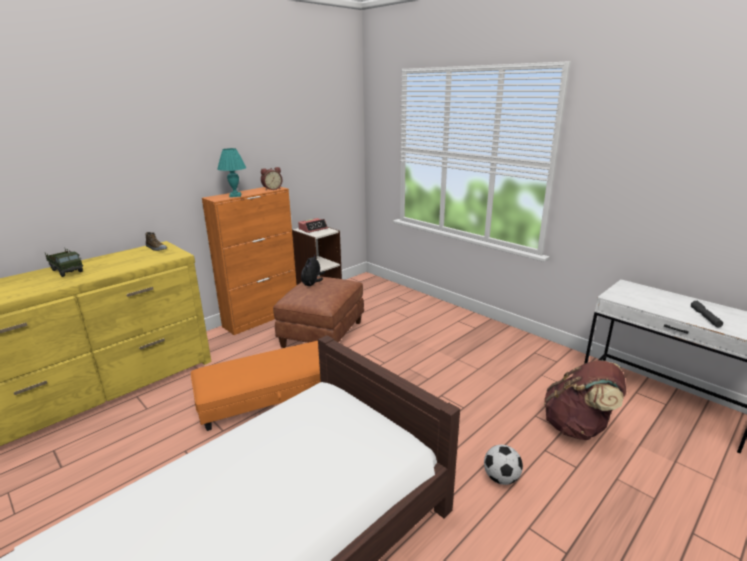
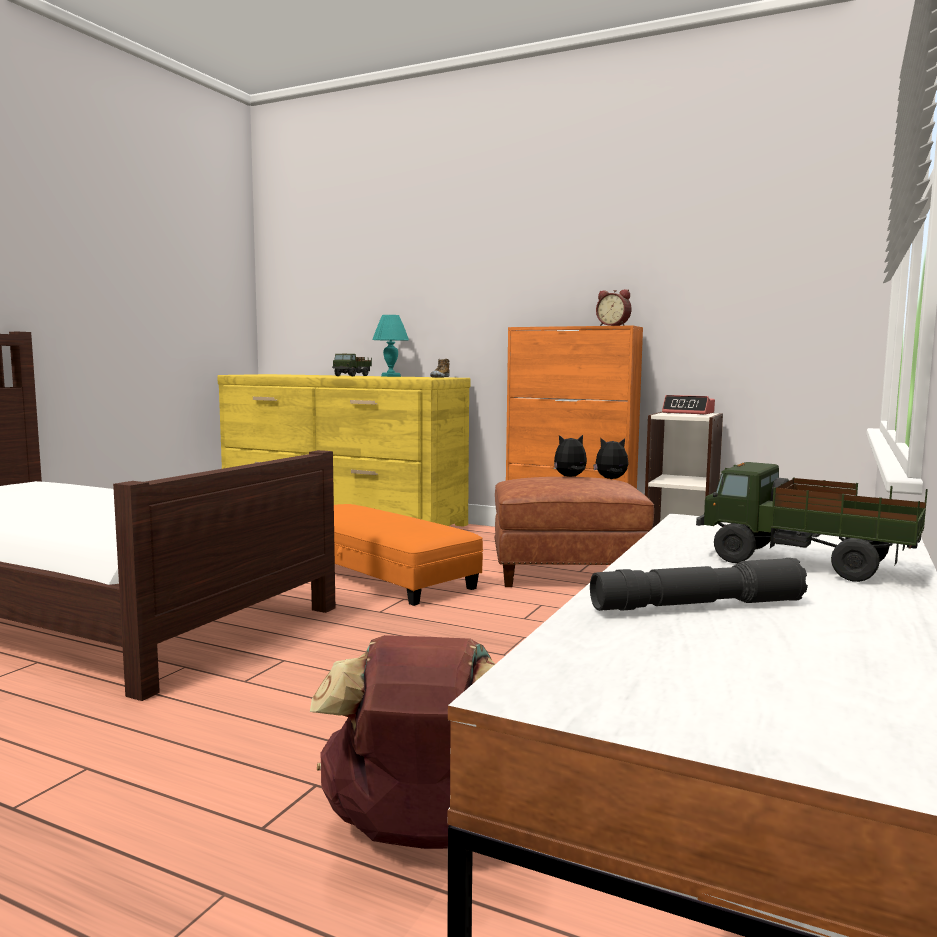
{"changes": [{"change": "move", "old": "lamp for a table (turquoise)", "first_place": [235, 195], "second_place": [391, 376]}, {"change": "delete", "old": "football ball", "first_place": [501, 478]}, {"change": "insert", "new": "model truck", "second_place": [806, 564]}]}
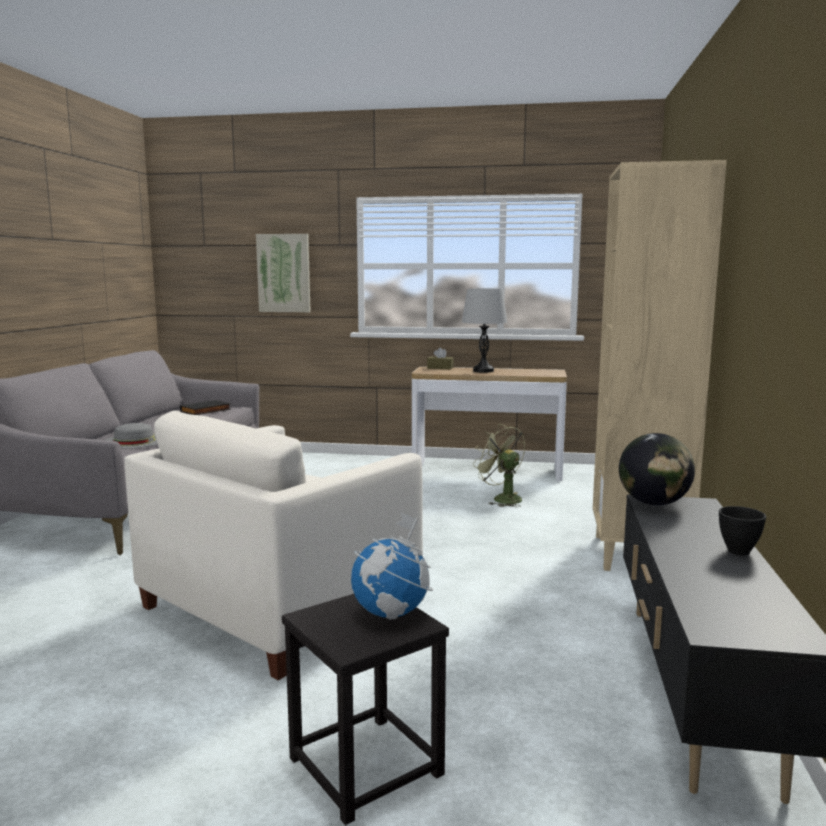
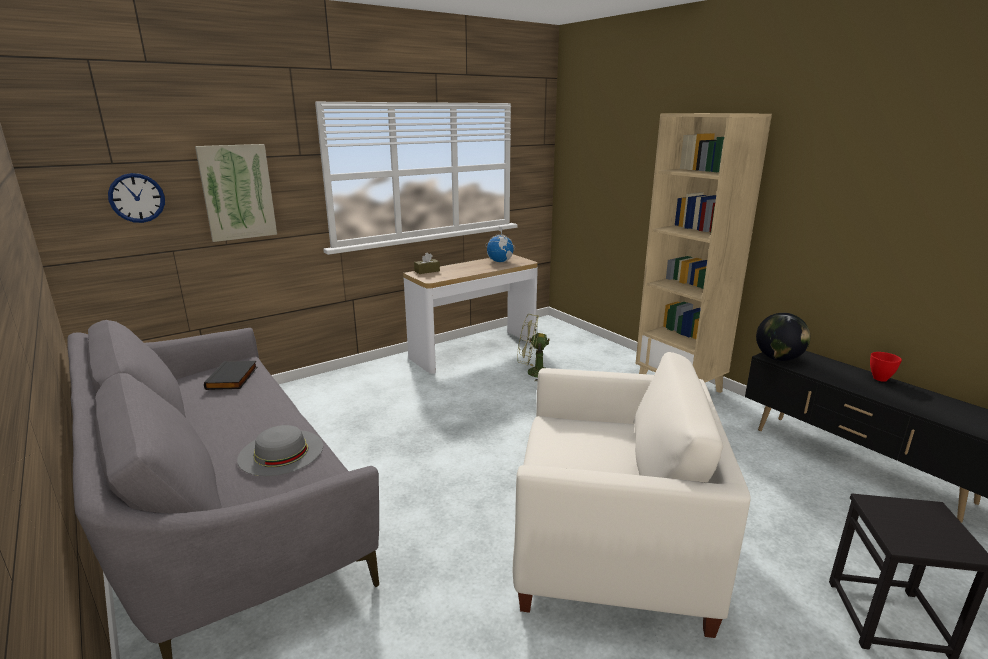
{"changes": [{"change": "rotate", "old": "easy chair (whitish)", "first_place": [280, 606], "second_place": [611, 544], "degrees": -75}, {"change": "move", "old": "desk globe", "first_place": [392, 613], "second_place": [500, 261]}, {"change": "delete", "old": "lamp for a table (grey)", "first_place": [483, 371]}, {"change": "recolor", "old": "bowl (black-coloured)", "new": "bowl (red)", "first_place": [737, 551], "second_place": [879, 379]}, {"change": "insert", "new": "hanging clock", "second_place": [137, 198]}]}
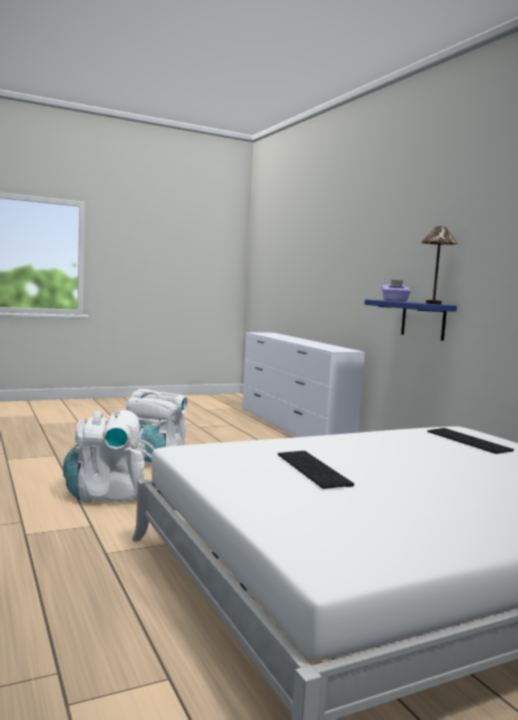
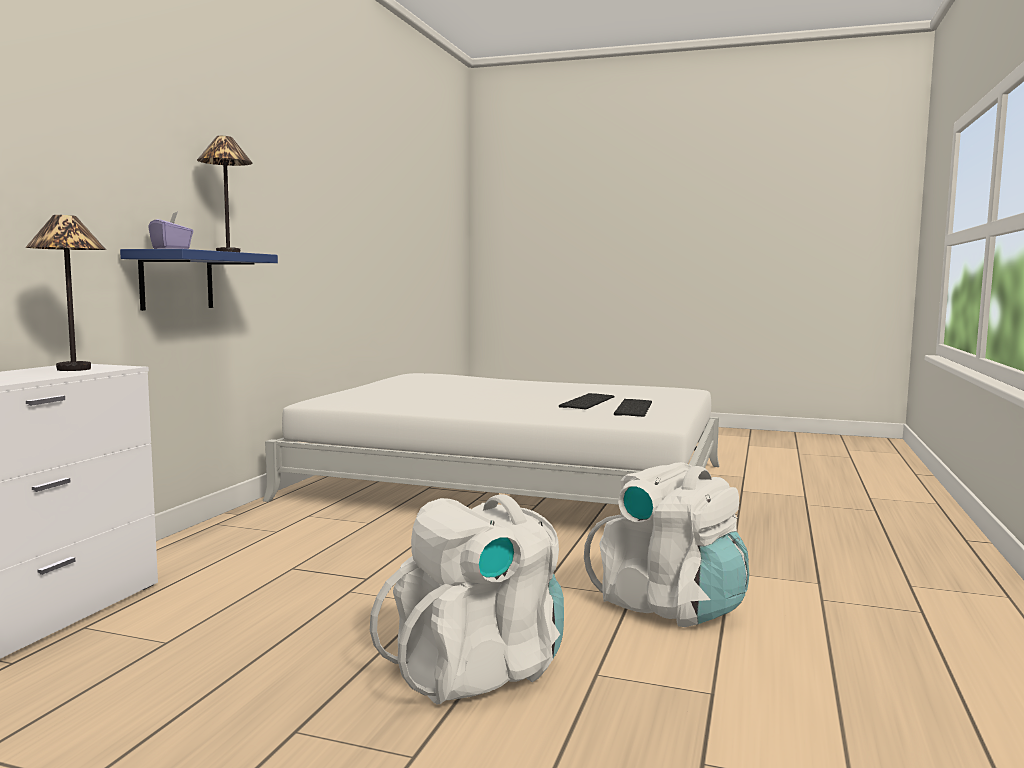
{"changes": [{"change": "move", "old": "PC keyboard", "first_place": [470, 441], "second_place": [632, 408]}, {"change": "insert", "new": "lamp for a table", "second_place": [73, 369]}]}
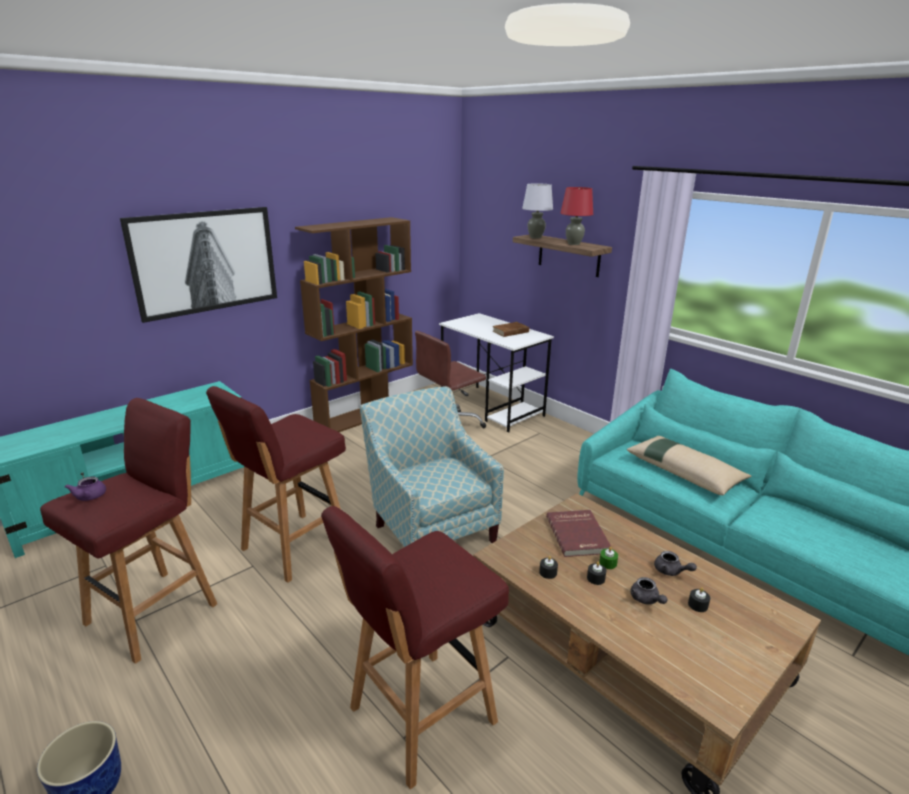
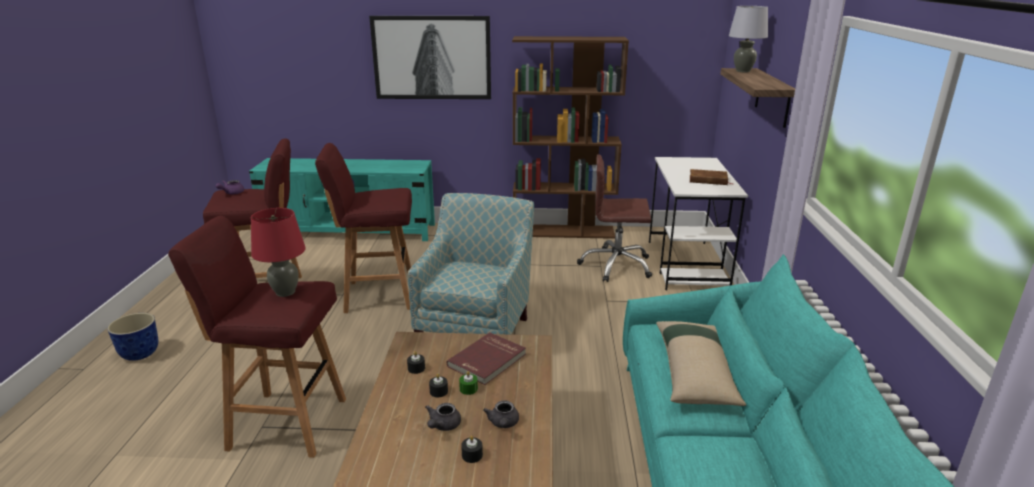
{"changes": [{"change": "move", "old": "lamp for a table (red)", "first_place": [574, 244], "second_place": [285, 292]}]}
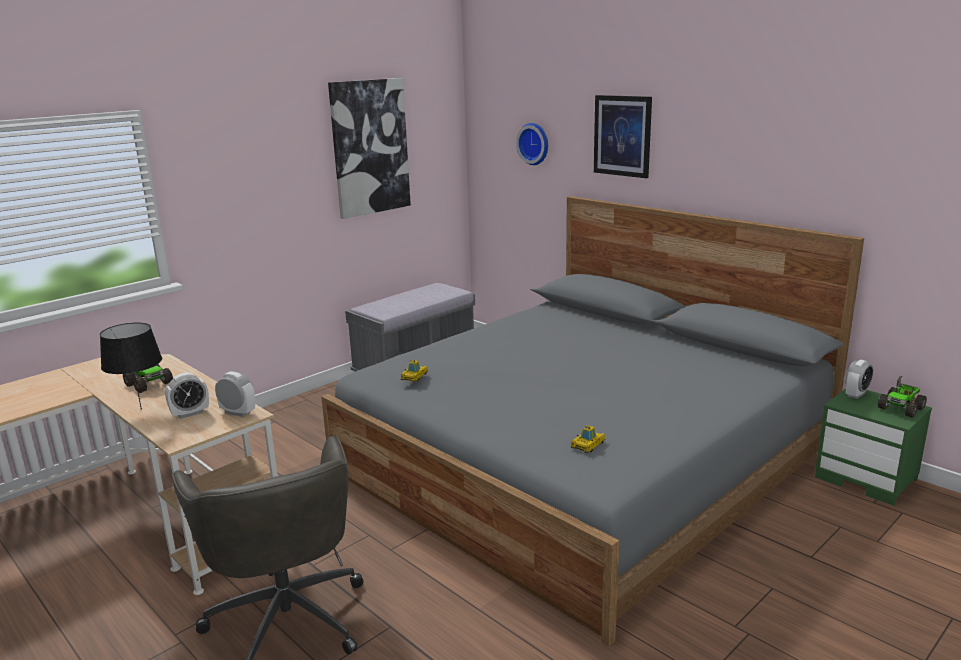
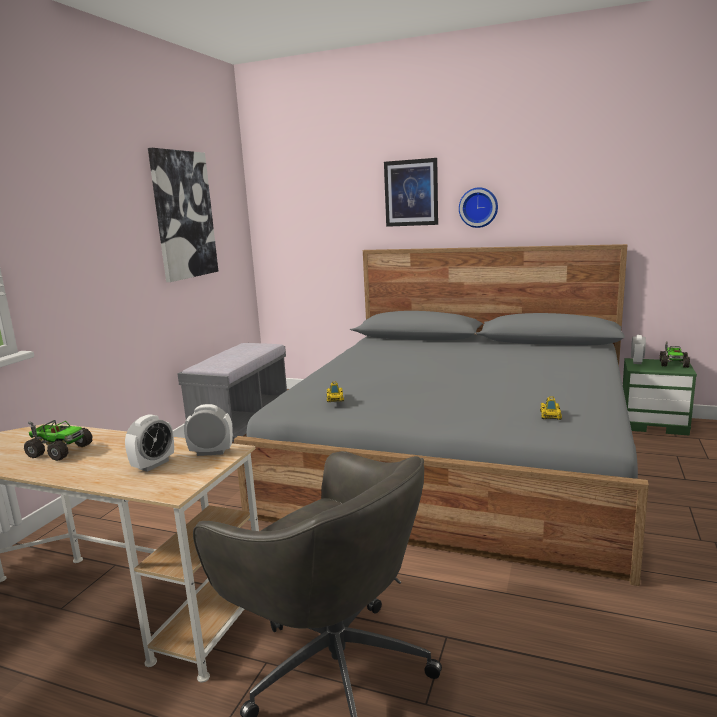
{"changes": [{"change": "delete", "old": "lamp for a table (black-coloured)", "first_place": [141, 409]}, {"change": "move", "old": "hanging clock", "first_place": [535, 143], "second_place": [478, 207]}]}
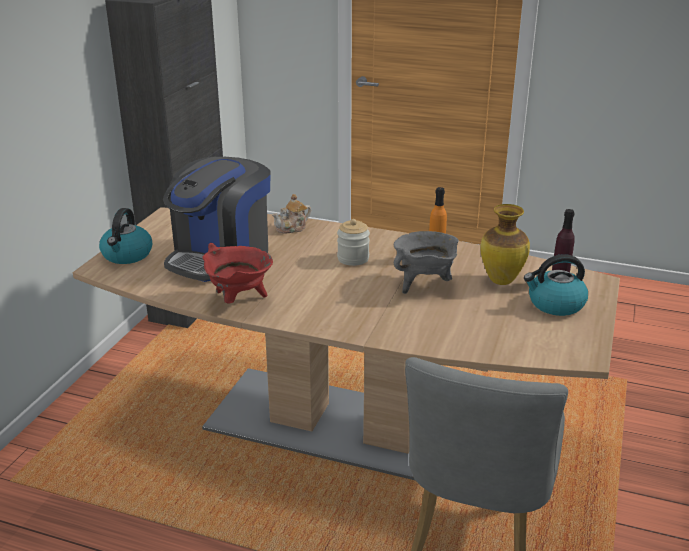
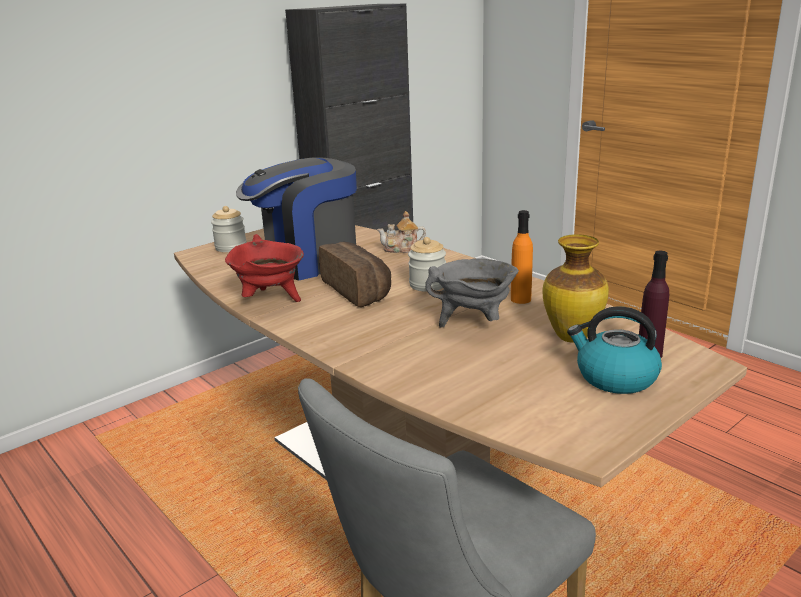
{"changes": [{"change": "replace", "old": "tea kettle", "new": "jar", "first_place": [127, 255], "second_place": [231, 247]}, {"change": "insert", "new": "bakery bread", "second_place": [359, 290]}]}
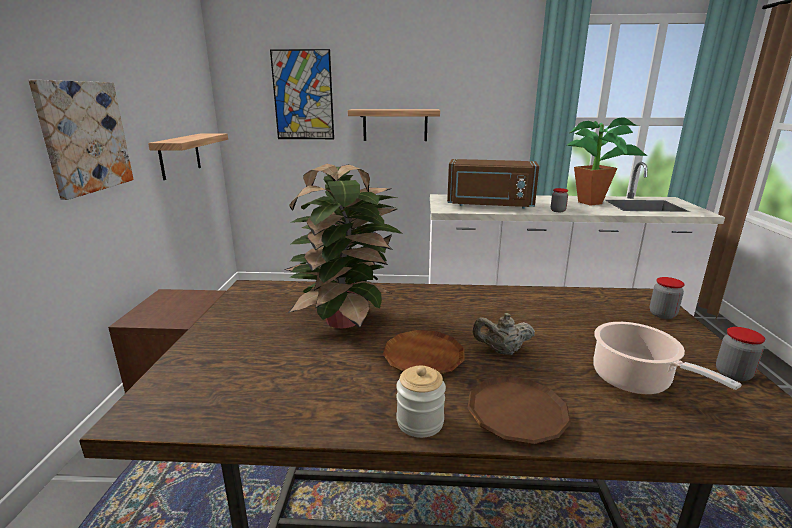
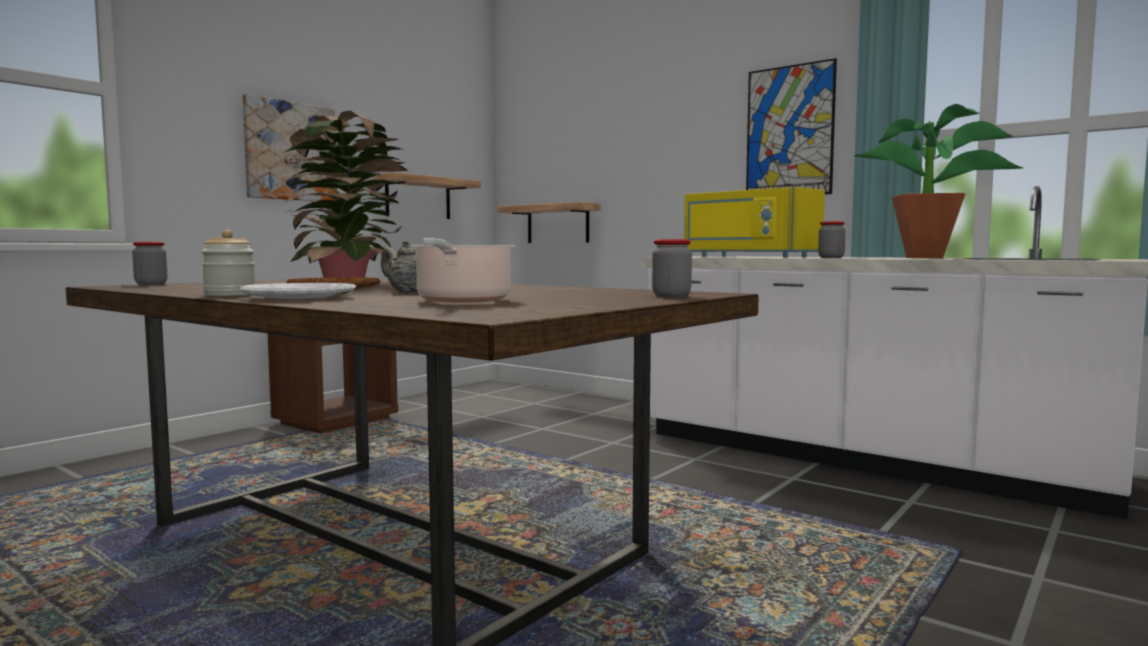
{"changes": [{"change": "move", "old": "picture", "first_place": [303, 95], "second_place": [789, 131]}, {"change": "move", "old": "wall shelf", "first_place": [395, 125], "second_place": [558, 224]}, {"change": "recolor", "old": "microwave (brown-coloured)", "new": "microwave (yellowish)", "first_place": [490, 205], "second_place": [746, 257]}, {"change": "recolor", "old": "dinner plate (brown-coloured)", "new": "dinner plate (whitish)", "first_place": [516, 414], "second_place": [300, 298]}, {"change": "move", "old": "jar", "first_place": [733, 374], "second_place": [151, 284]}]}
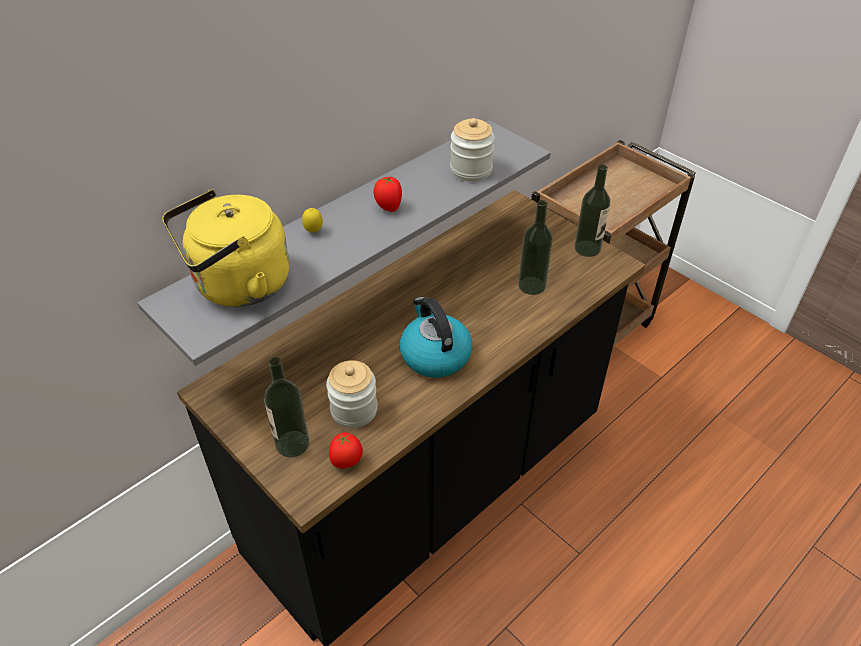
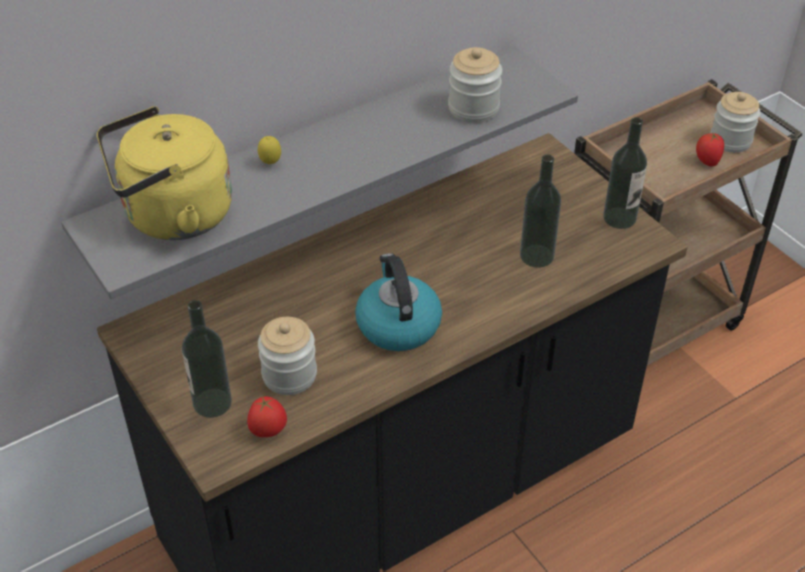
{"changes": [{"change": "move", "old": "whole tomato", "first_place": [388, 207], "second_place": [706, 162]}, {"change": "insert", "new": "jar", "second_place": [730, 140]}]}
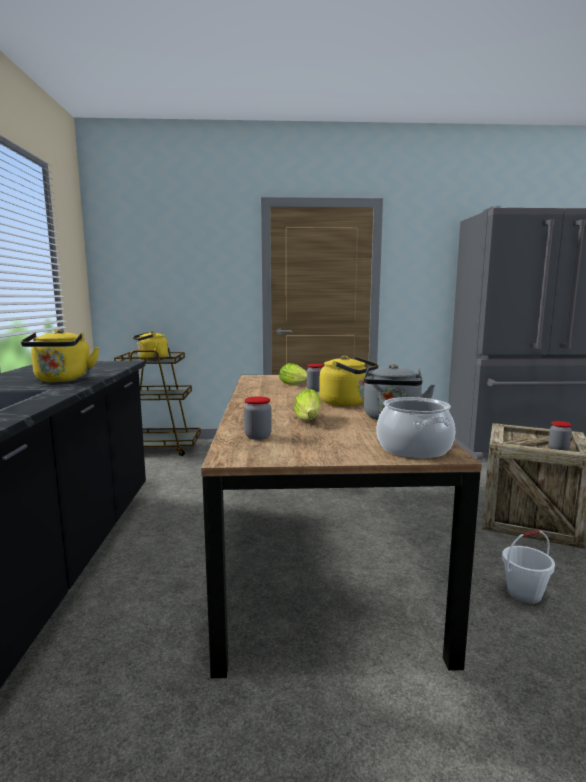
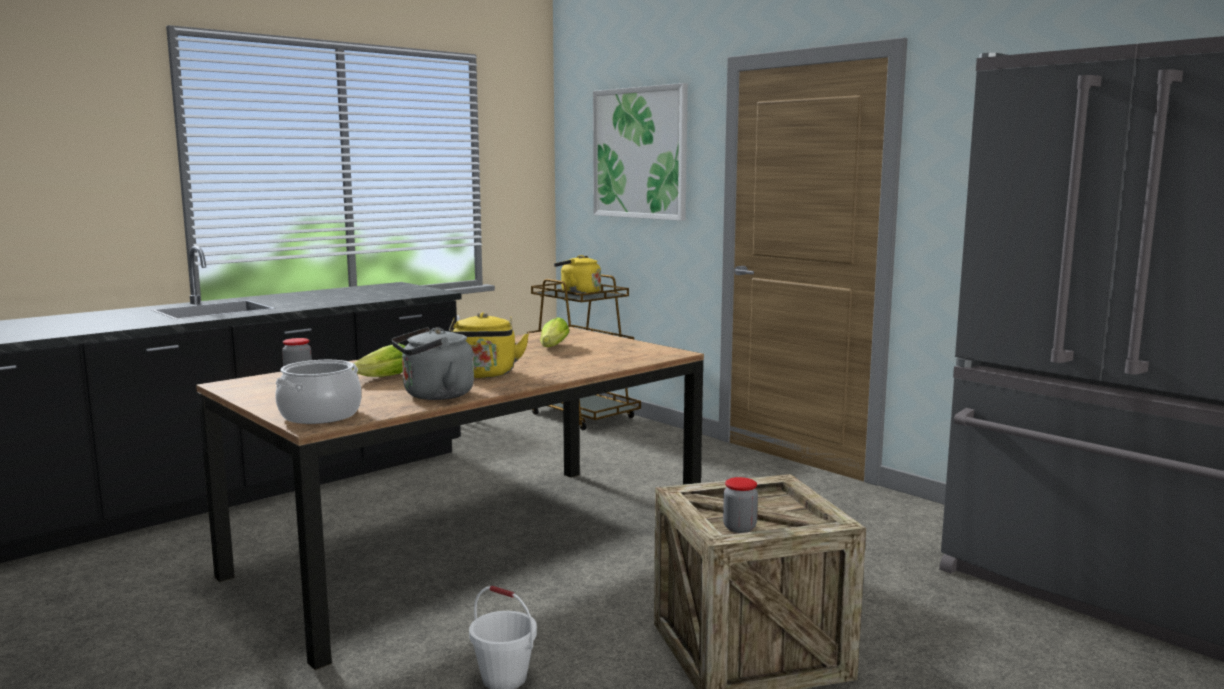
{"changes": [{"change": "delete", "old": "tea kettle (yellowish)", "first_place": [62, 380]}, {"change": "delete", "old": "jar", "first_place": [315, 390]}, {"change": "insert", "new": "picture", "second_place": [640, 153]}]}
